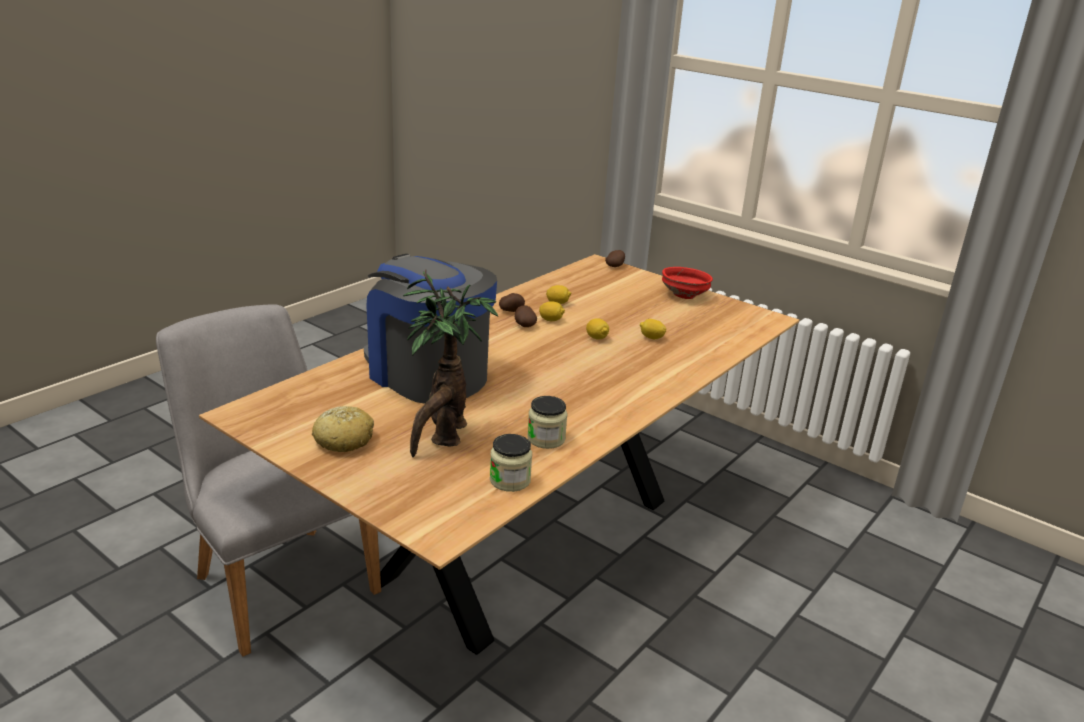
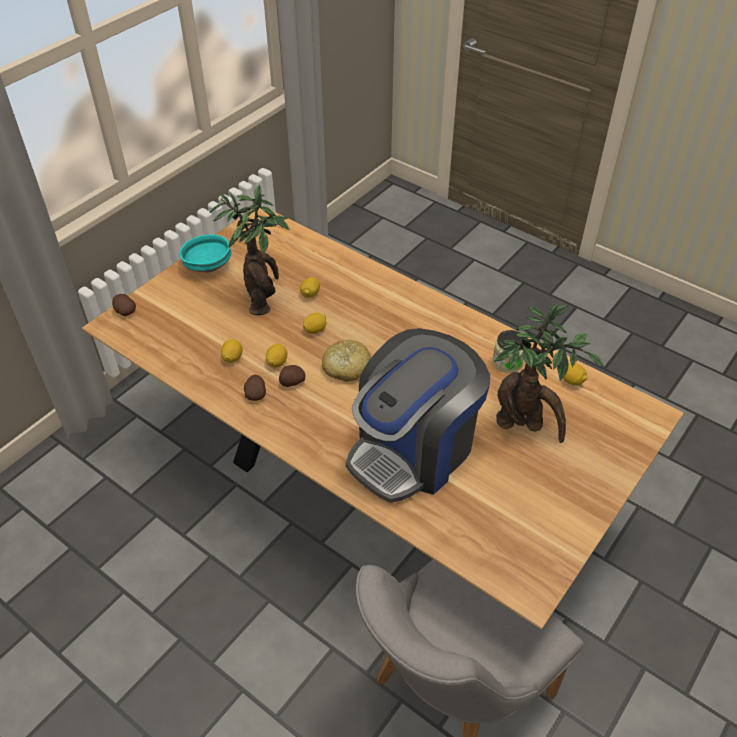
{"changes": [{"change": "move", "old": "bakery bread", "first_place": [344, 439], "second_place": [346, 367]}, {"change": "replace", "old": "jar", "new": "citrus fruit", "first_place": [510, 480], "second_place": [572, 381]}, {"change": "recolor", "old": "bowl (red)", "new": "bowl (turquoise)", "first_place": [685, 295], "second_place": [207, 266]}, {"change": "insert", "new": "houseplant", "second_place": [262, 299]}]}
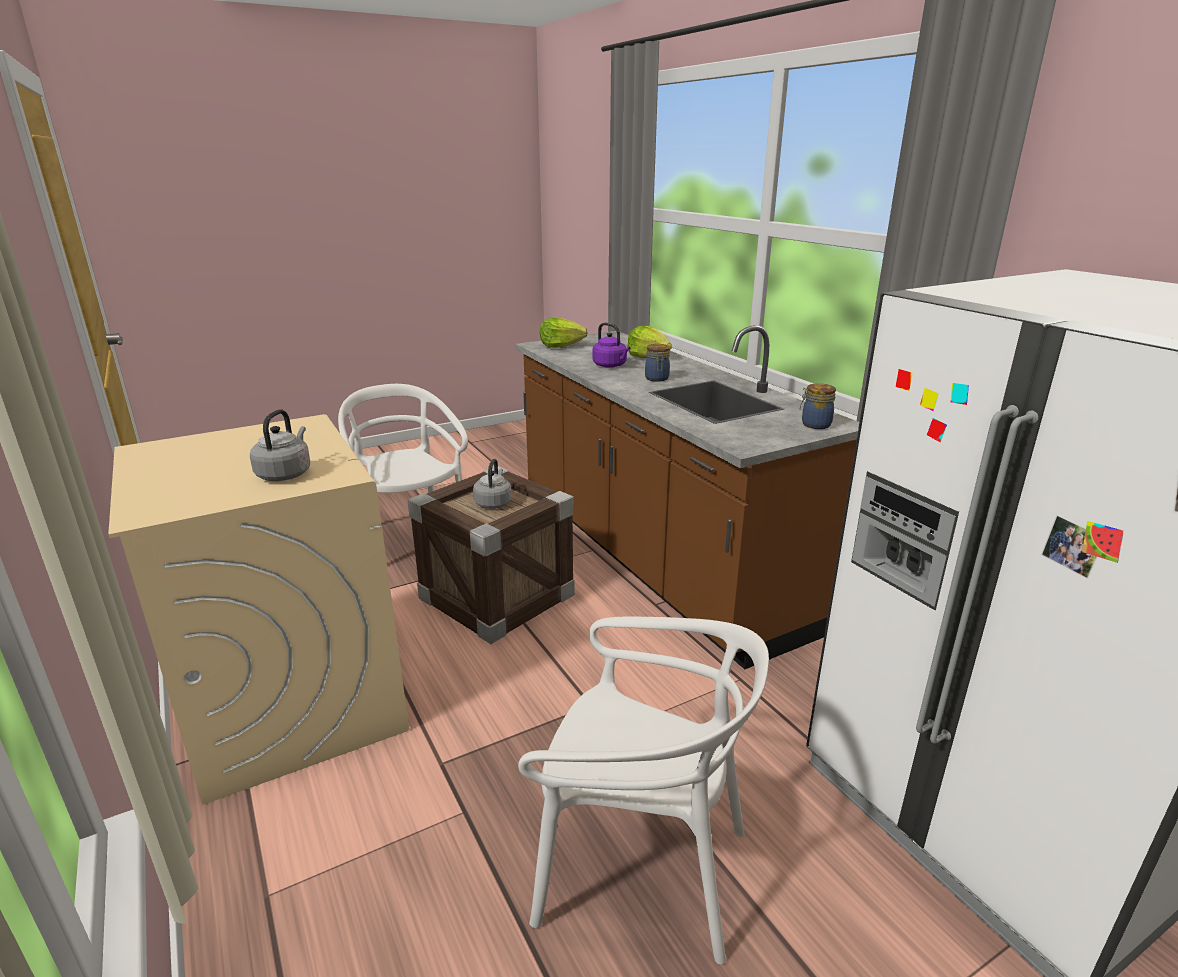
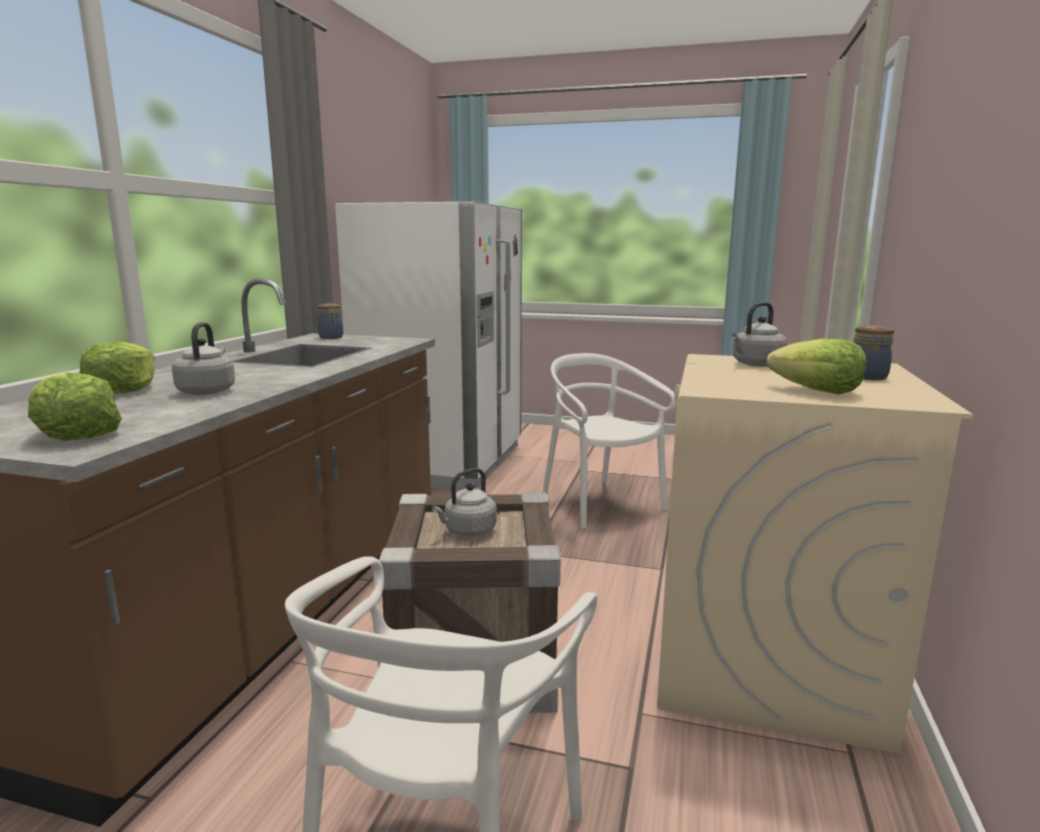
{"changes": [{"change": "recolor", "old": "tea kettle (purple-coloured)", "new": "tea kettle (grey)", "first_place": [611, 365], "second_place": [208, 391]}, {"change": "move", "old": "jar", "first_place": [657, 379], "second_place": [868, 377]}, {"change": "insert", "new": "lettuce", "second_place": [817, 391]}]}
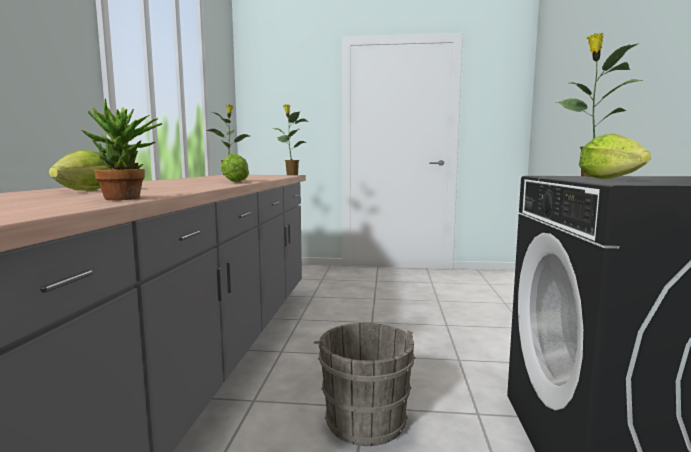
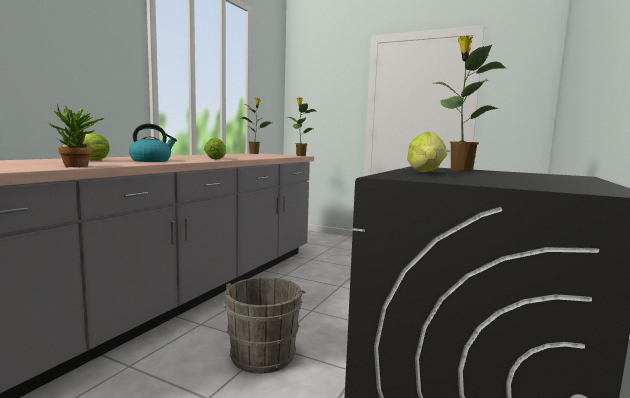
{"changes": [{"change": "insert", "new": "tea kettle", "second_place": [151, 161]}]}
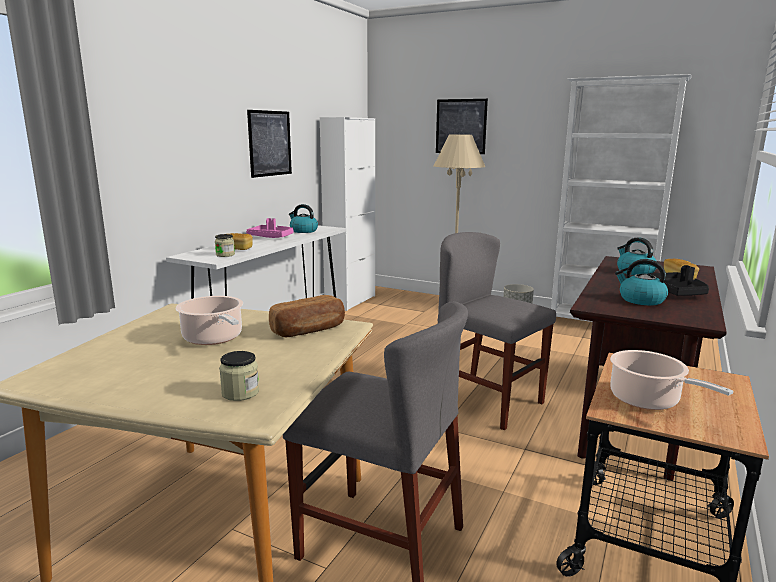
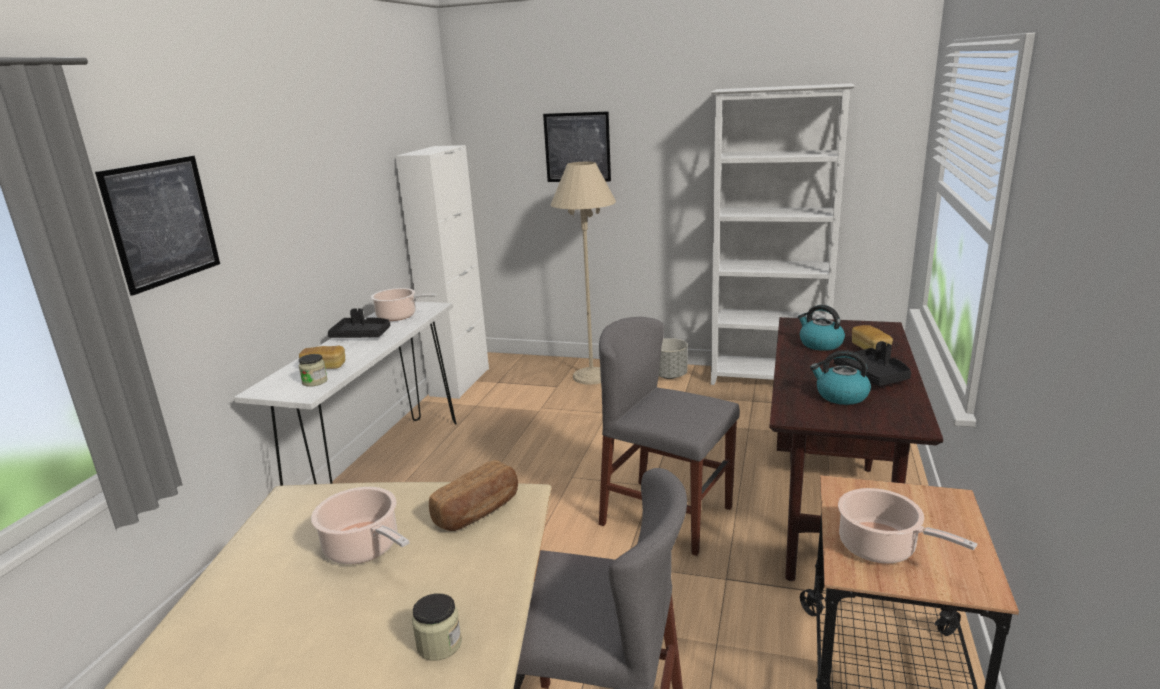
{"changes": [{"change": "recolor", "old": "serving tray (pinkish)", "new": "serving tray (black-coloured)", "first_place": [271, 237], "second_place": [361, 335]}, {"change": "move", "old": "picture", "first_place": [270, 143], "second_place": [162, 222]}, {"change": "replace", "old": "tea kettle", "new": "saucepot", "first_place": [303, 231], "second_place": [399, 316]}]}
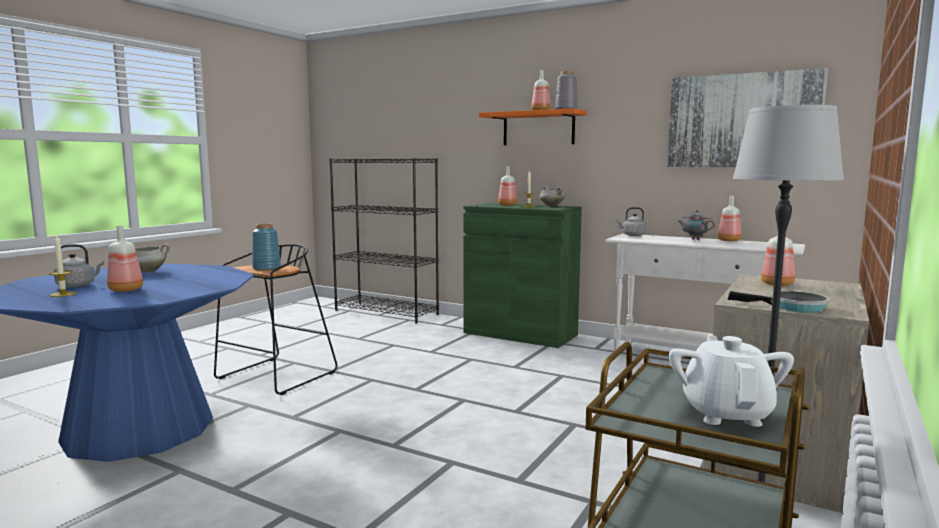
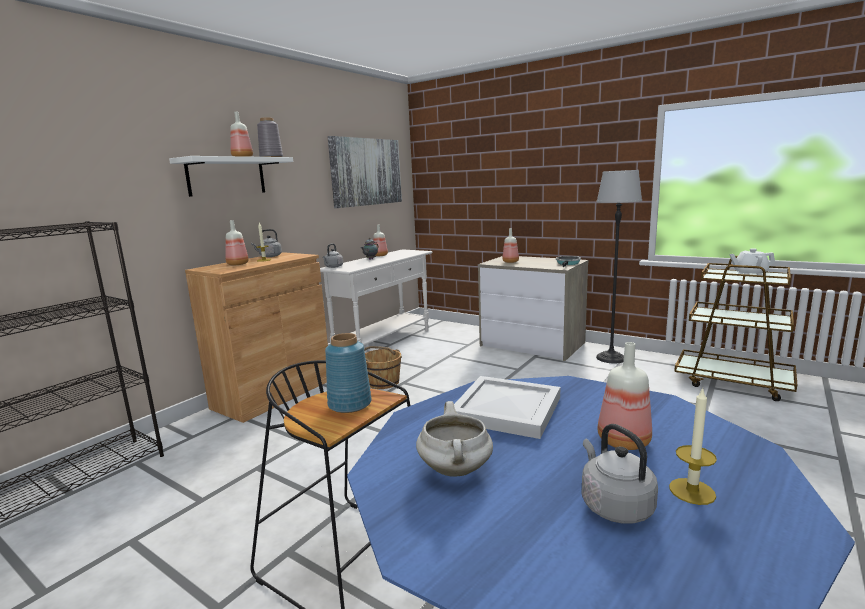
{"changes": [{"change": "recolor", "old": "cupboard (green)", "new": "cupboard (brown-coloured)", "first_place": [520, 334], "second_place": [273, 394]}, {"change": "recolor", "old": "wall shelf (orange)", "new": "wall shelf (whitish)", "first_place": [538, 128], "second_place": [226, 176]}, {"change": "replace", "old": "saucepot (whitish)", "new": "tea kettle (grey)", "first_place": [551, 206], "second_place": [269, 256]}, {"change": "insert", "new": "bucket (brown-coloured)", "second_place": [382, 382]}, {"change": "insert", "new": "serving tray (whitish)", "second_place": [508, 409]}]}
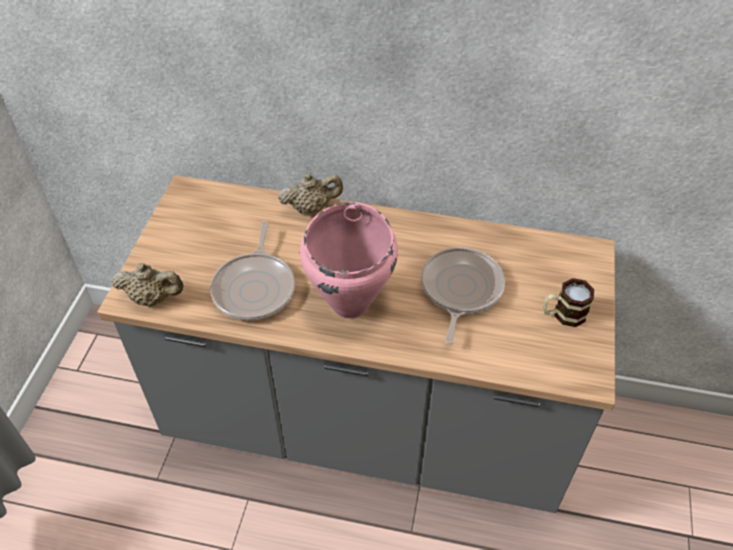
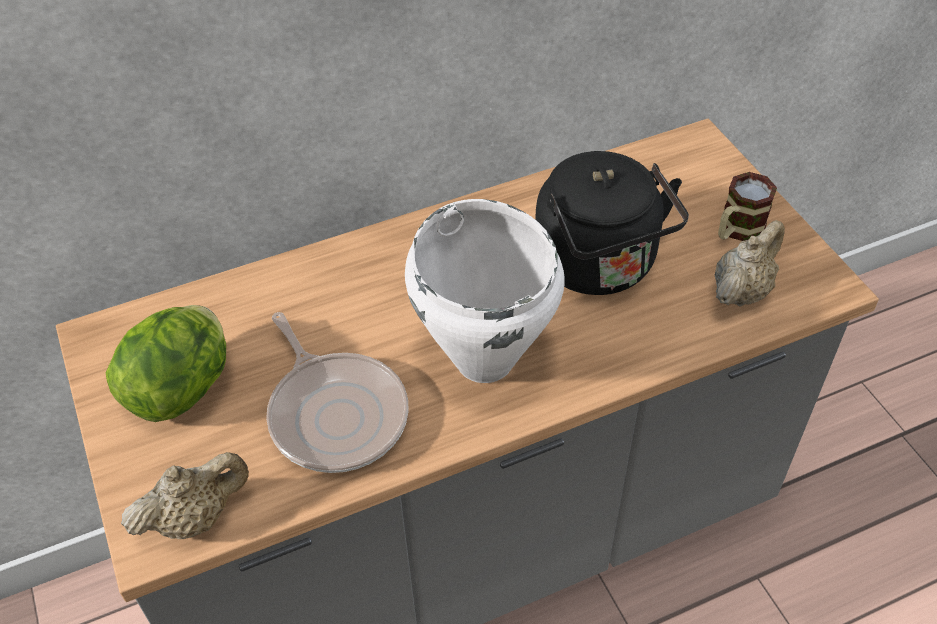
{"changes": [{"change": "move", "old": "tea pot (beige-coloured)", "first_place": [311, 208], "second_place": [741, 291]}, {"change": "recolor", "old": "saucepot (pinkish)", "new": "saucepot (whitish)", "first_place": [351, 303], "second_place": [485, 359]}, {"change": "replace", "old": "pan", "new": "tea kettle (black-coloured)", "first_place": [460, 290], "second_place": [600, 266]}, {"change": "insert", "new": "lettuce", "second_place": [182, 388]}]}
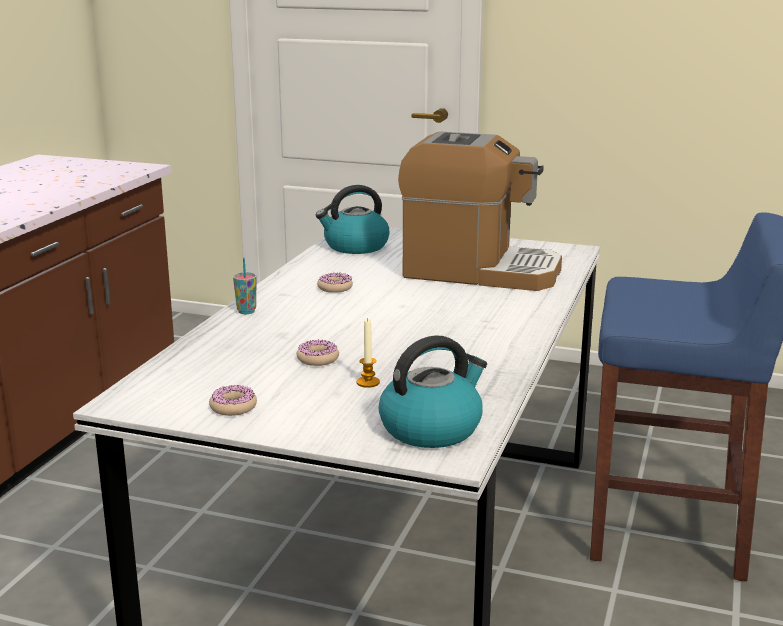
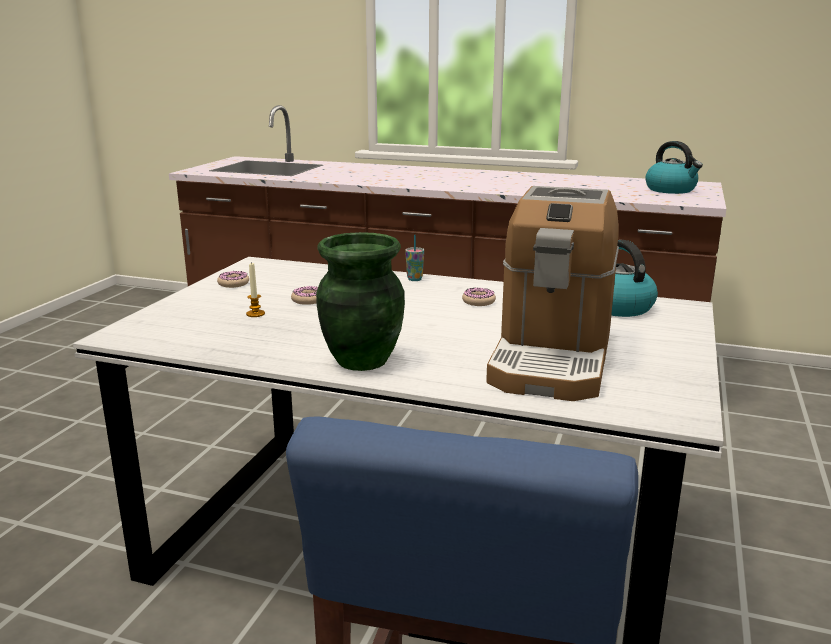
{"changes": [{"change": "move", "old": "tea kettle", "first_place": [432, 428], "second_place": [671, 190]}, {"change": "insert", "new": "vase (green)", "second_place": [360, 361]}]}
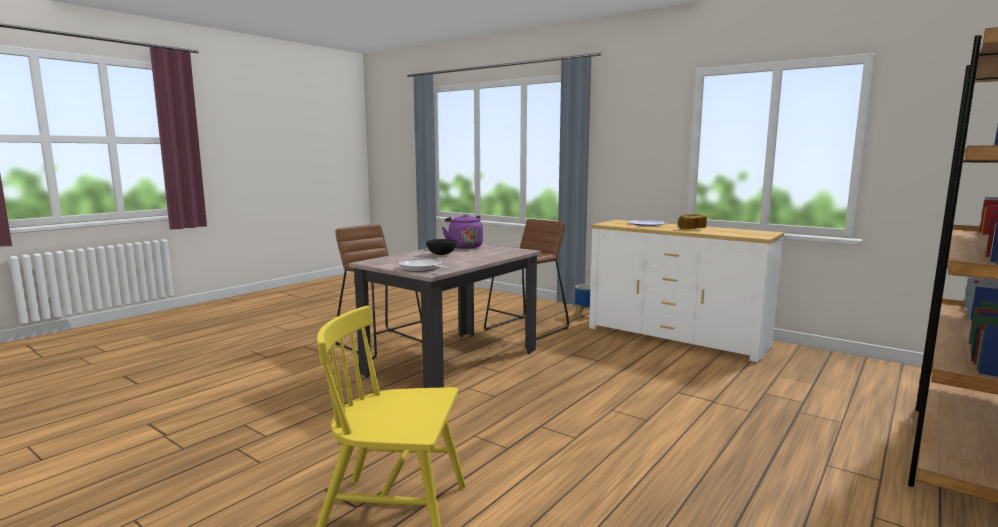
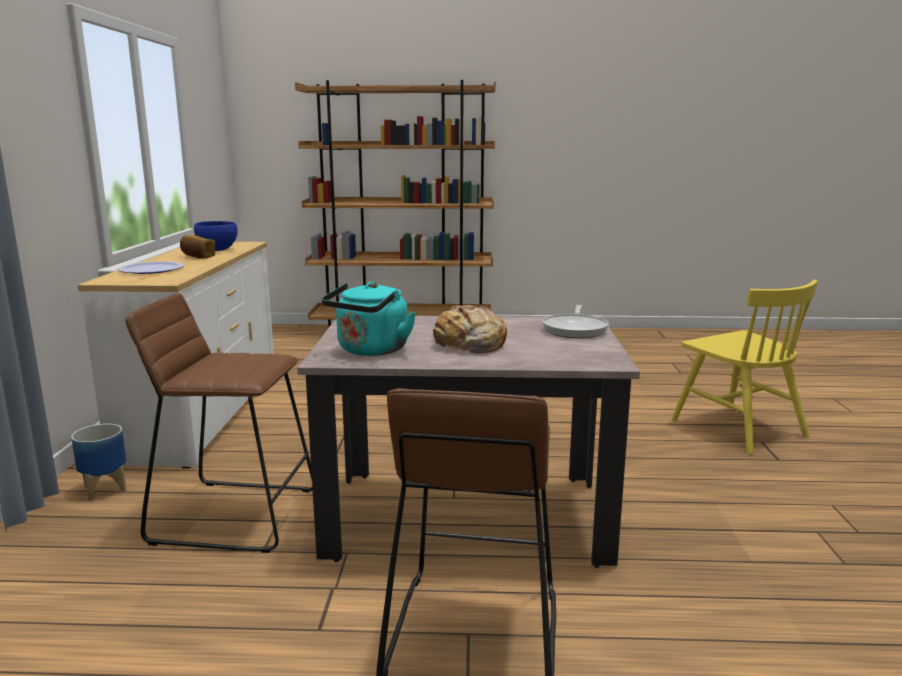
{"changes": [{"change": "replace", "old": "bowl (black-coloured)", "new": "bakery bread", "first_place": [440, 254], "second_place": [468, 345]}, {"change": "recolor", "old": "tea kettle (purple-coloured)", "new": "tea kettle (turquoise)", "first_place": [464, 247], "second_place": [371, 351]}, {"change": "insert", "new": "bowl (blue-coloured)", "second_place": [217, 250]}]}
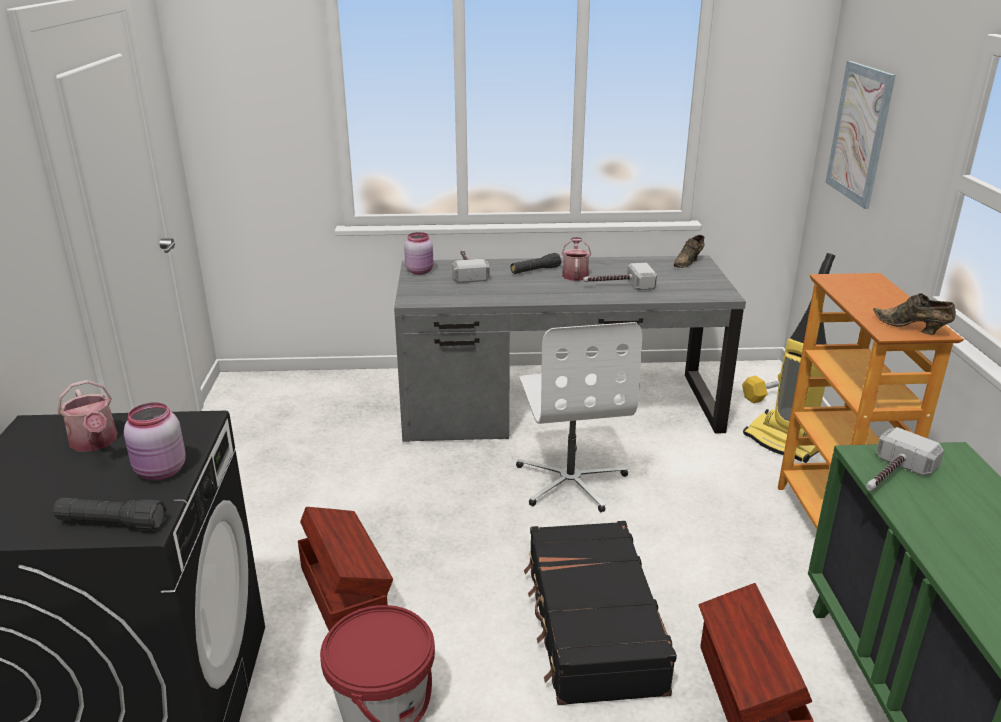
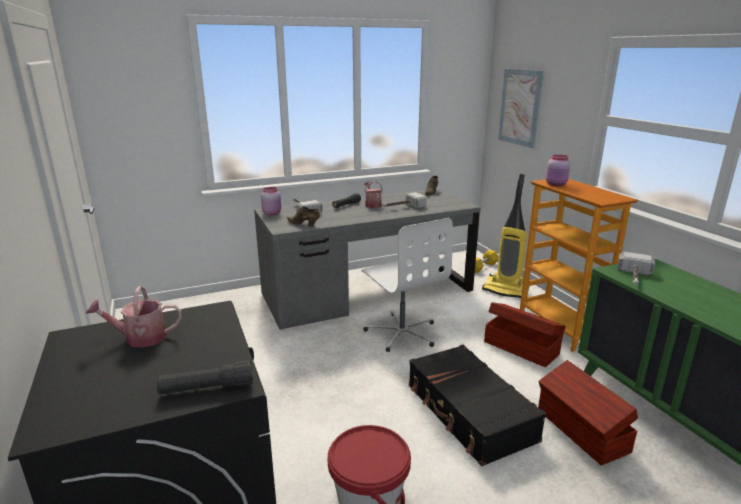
{"changes": [{"change": "rotate", "old": "watering can", "first_place": [95, 443], "second_place": [140, 338], "degrees": 135}, {"change": "move", "old": "jar (pinkish)", "first_place": [160, 472], "second_place": [556, 184]}, {"change": "move", "old": "storage bin (brown-coloured)", "first_place": [345, 593], "second_place": [521, 347]}, {"change": "move", "old": "item of footwear (brown-coloured)", "first_place": [912, 328], "second_place": [304, 224]}]}
